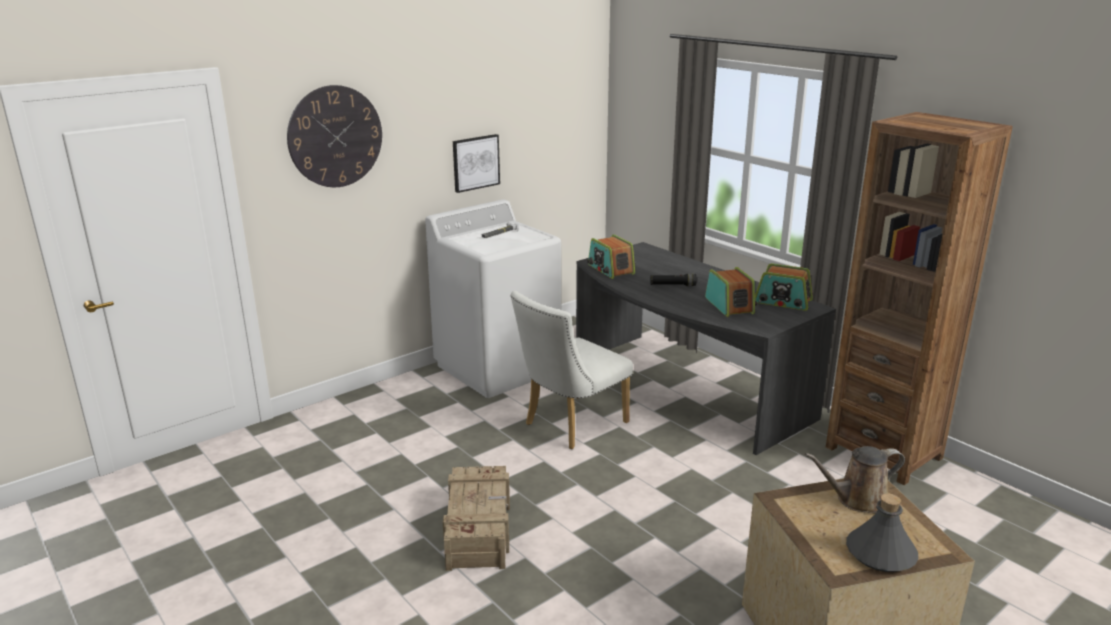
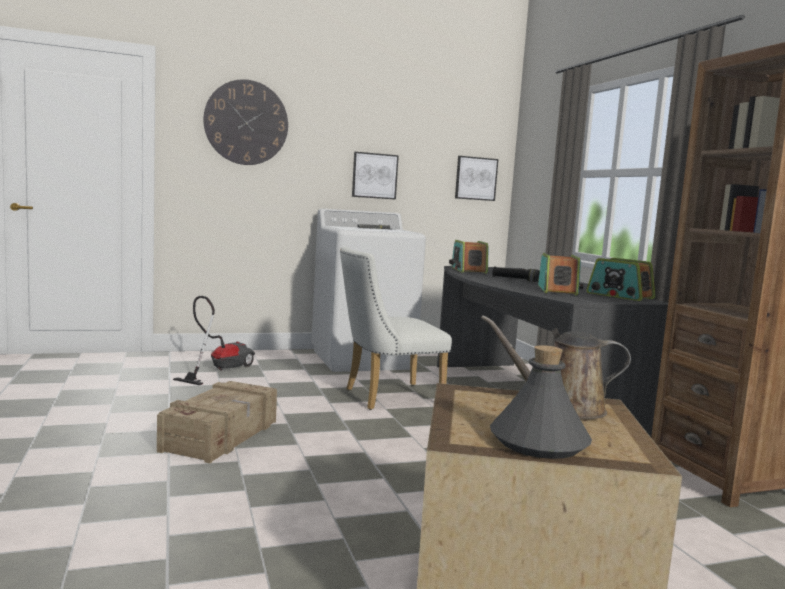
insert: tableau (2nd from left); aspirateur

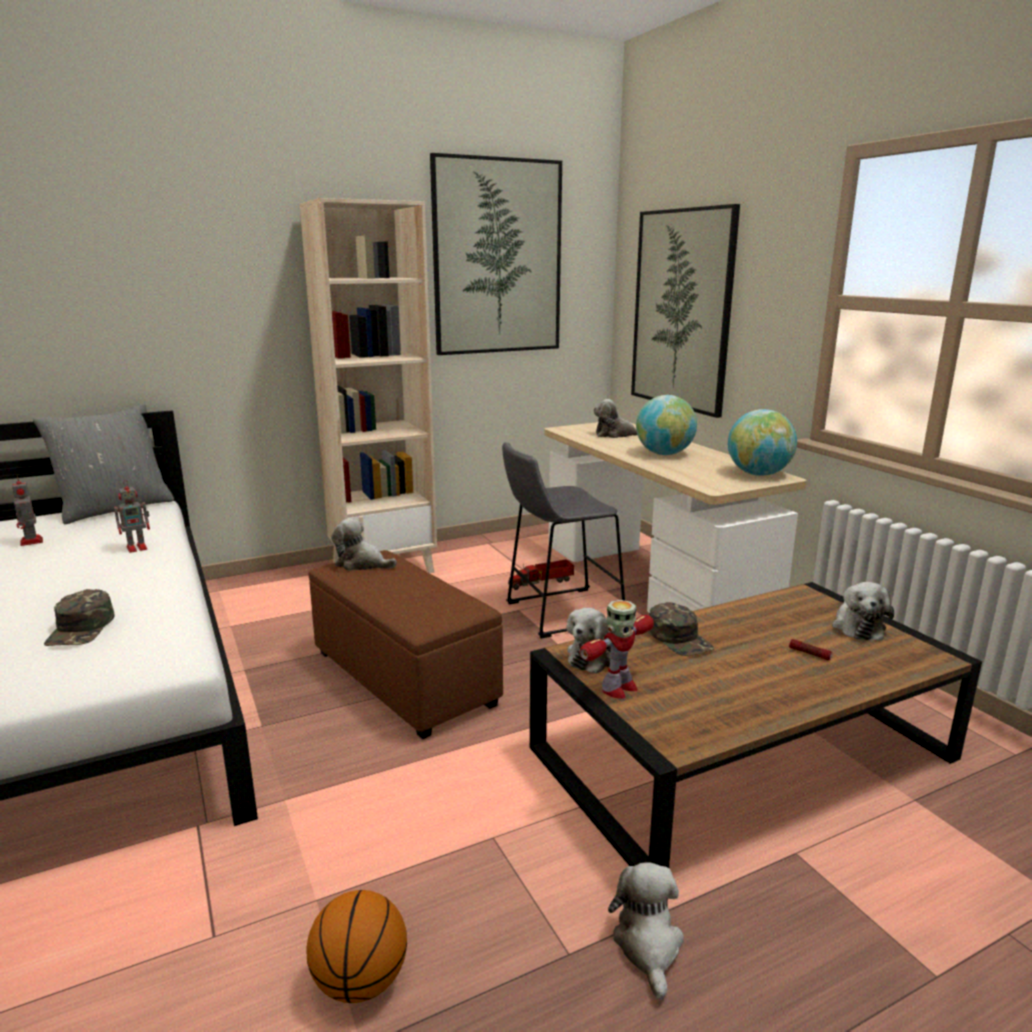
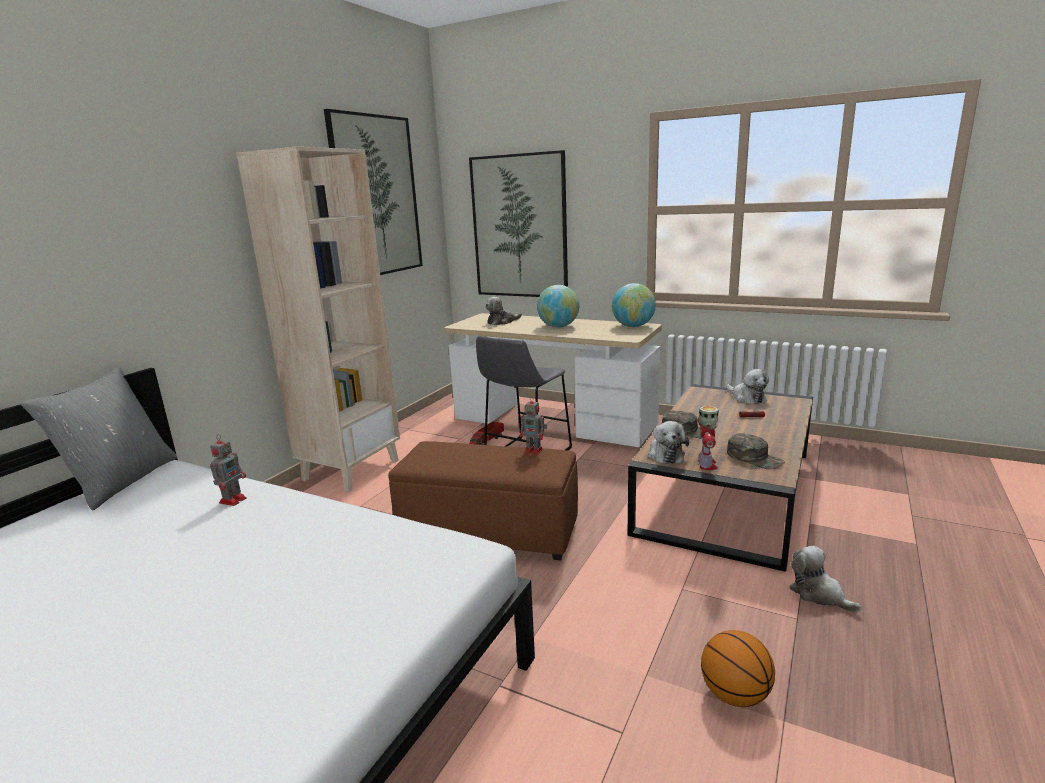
delete: peluche (1st from left)
move: robot jouet (1st from left in the first image) to robot jouet (2nd from left); casquette/vert (1st from left in the first image) to casquette/vert (2nd from left)

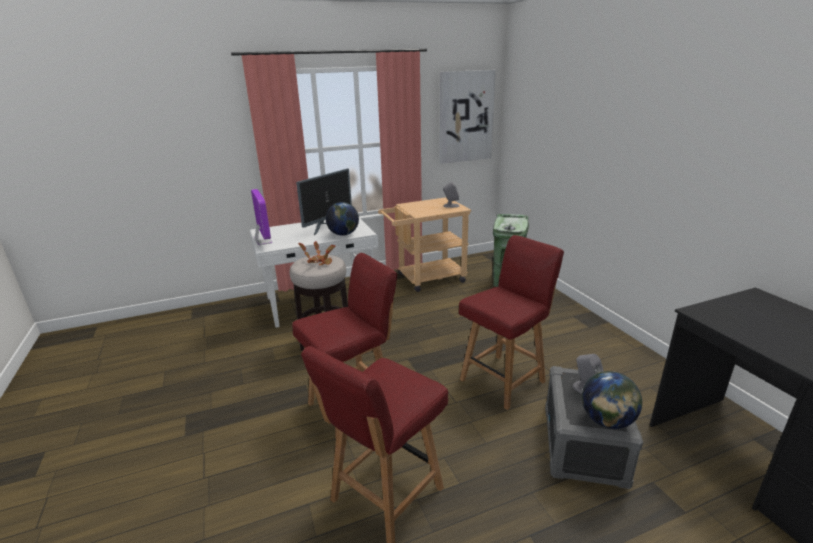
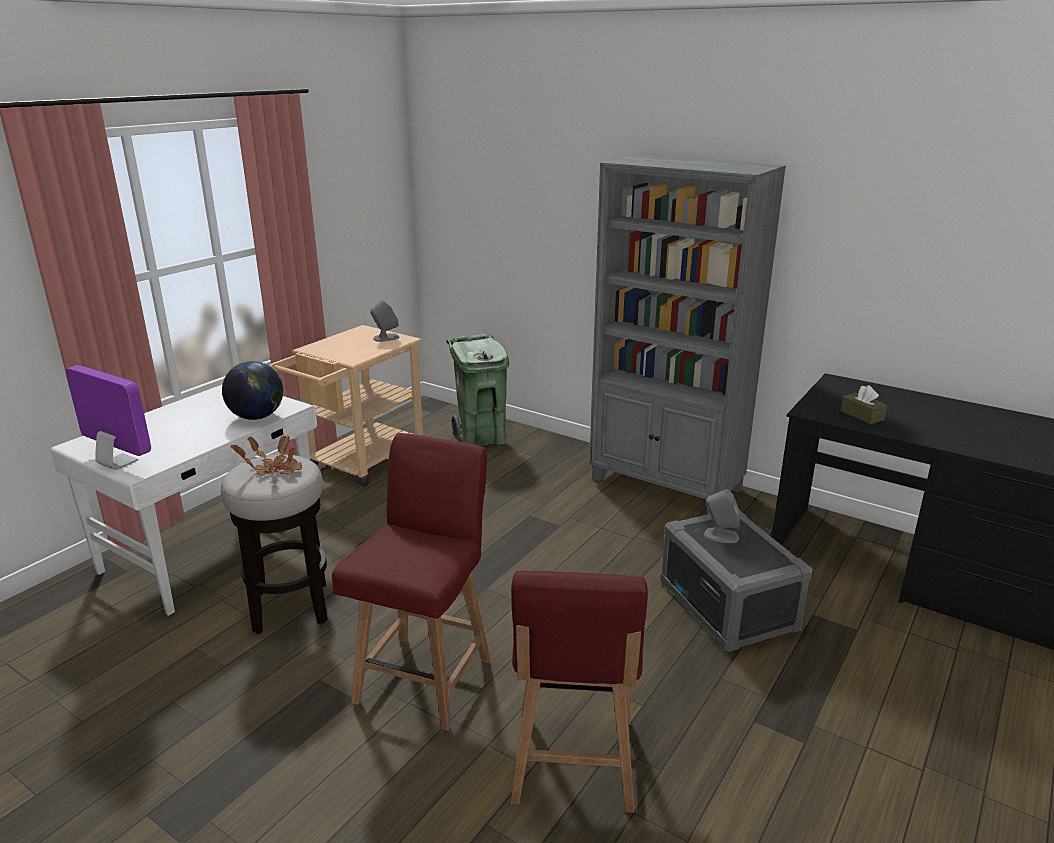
delete: tableau; écran d'ordinateur (2nd from left); chaise/rouge (3rd from left); globe (2nd from left)
insert: bibliothèque/gris; boîte à mouchoirs/marron

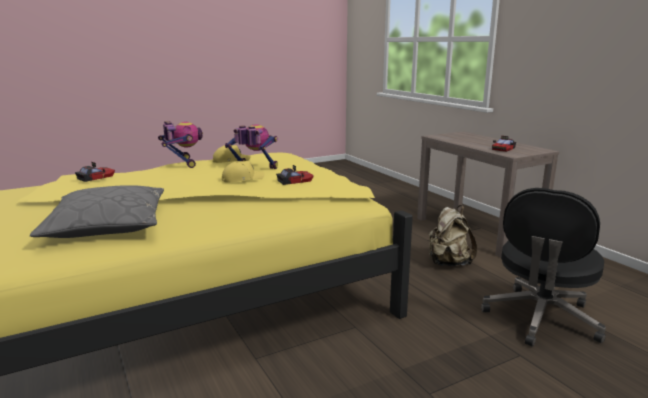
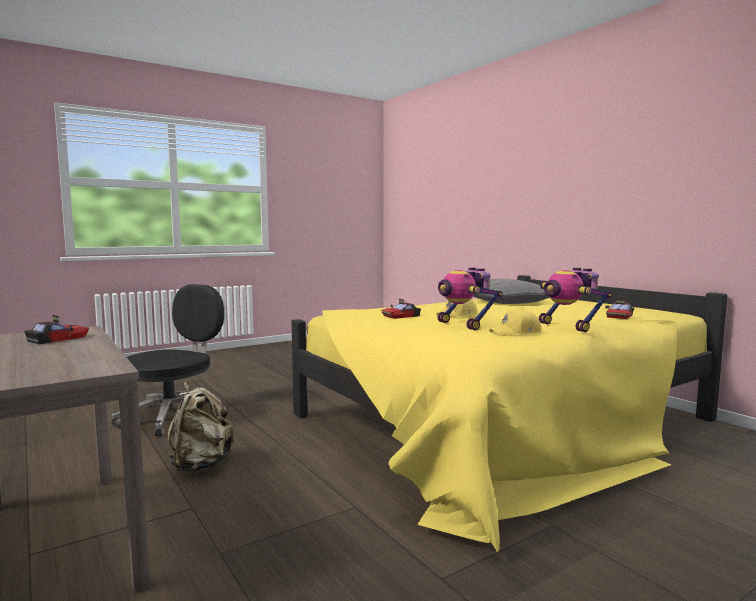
rotate: robot jouet (2nd from left in the first image) 45 degrees clockwise

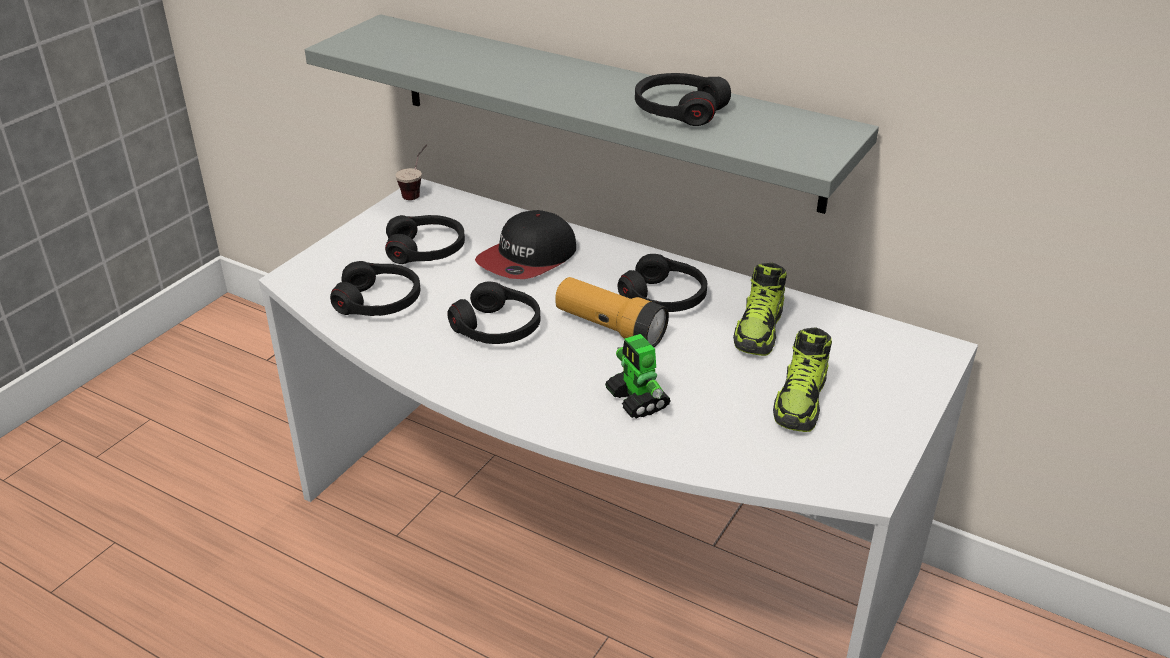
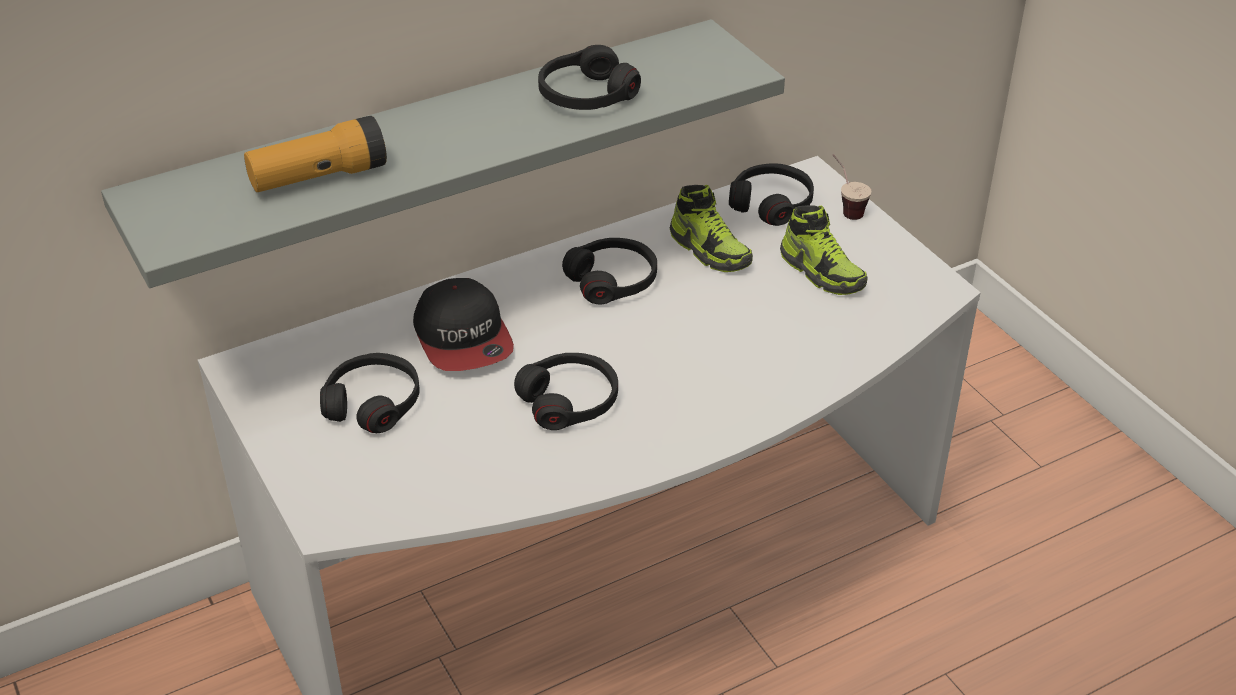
delete: robot jouet
move: tasse; casque audio/noir (1st from left in the first image) to casque audio/noir (5th from left); lampe de poche

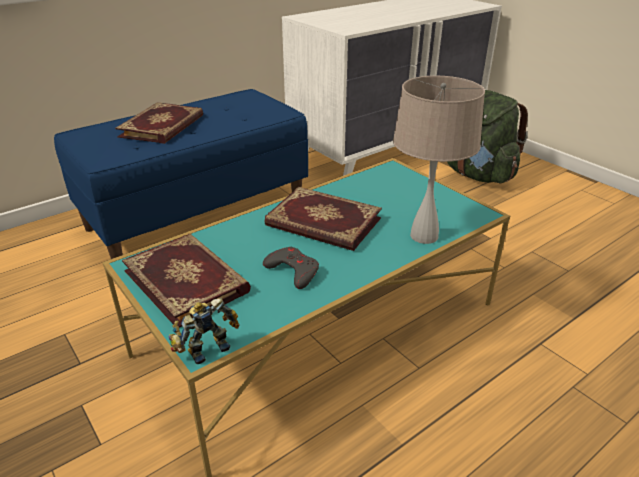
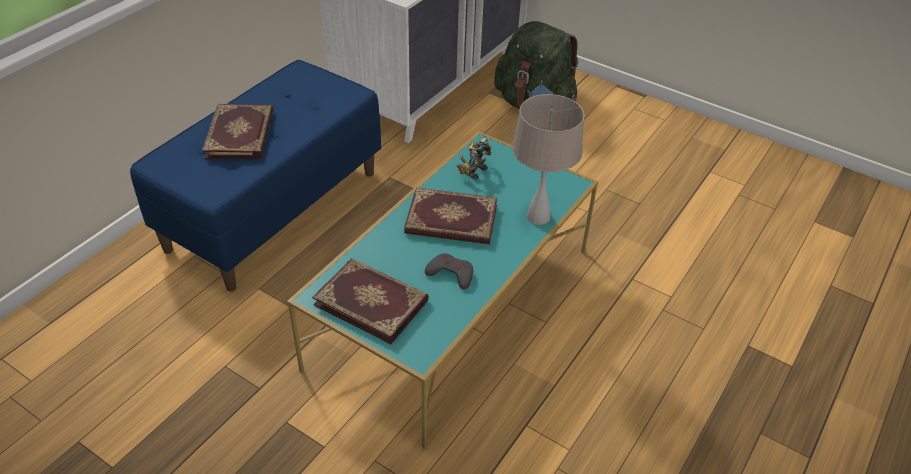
move: robot jouet

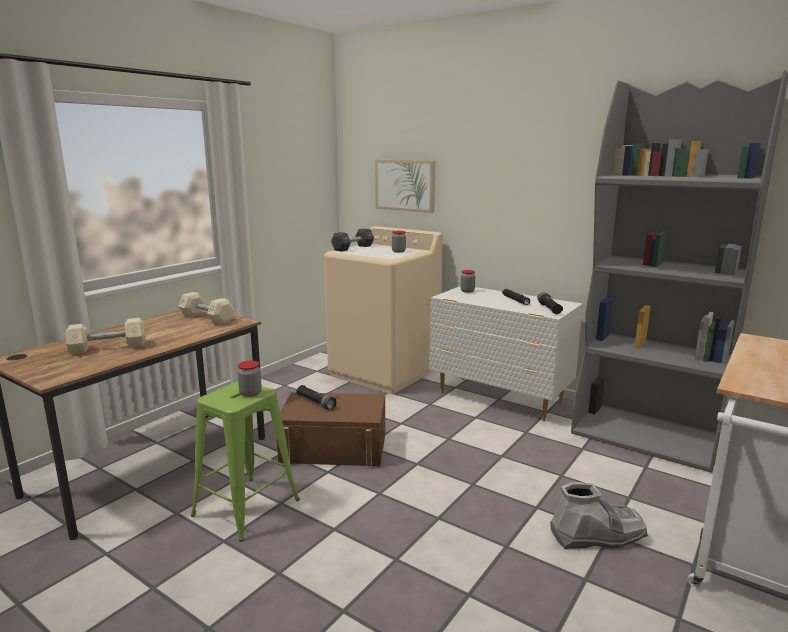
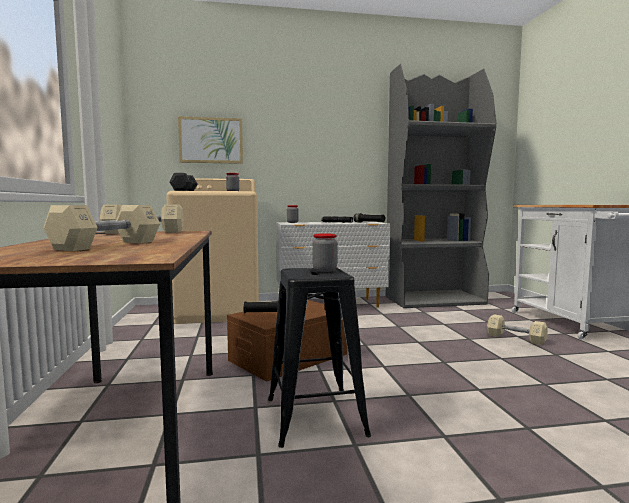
replace: botte/gris to haltère/beige (3rd from left)
recolor: tabouret/vert to tabouret/noir

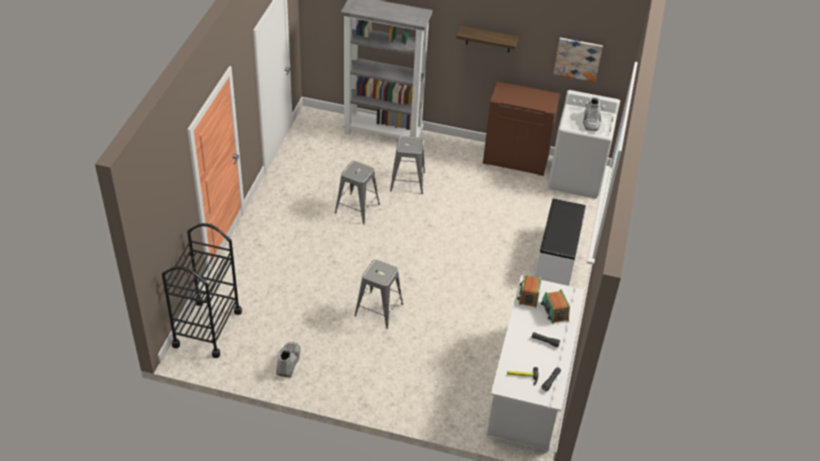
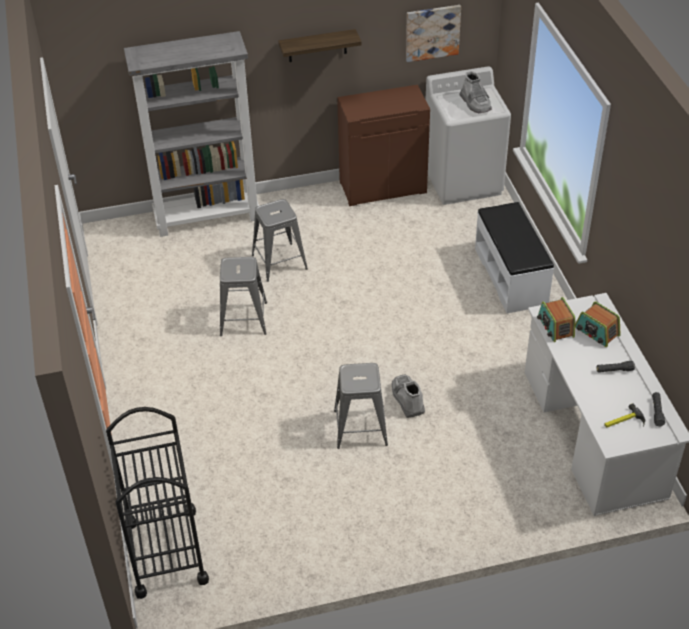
move: botte/gris (1st from left)

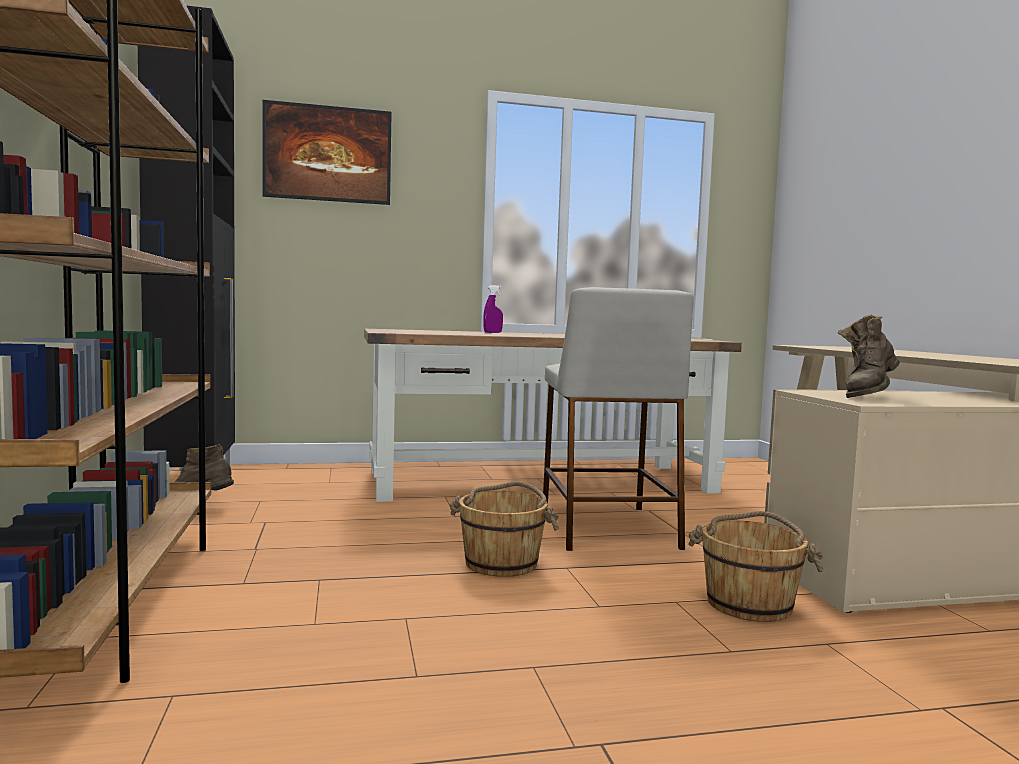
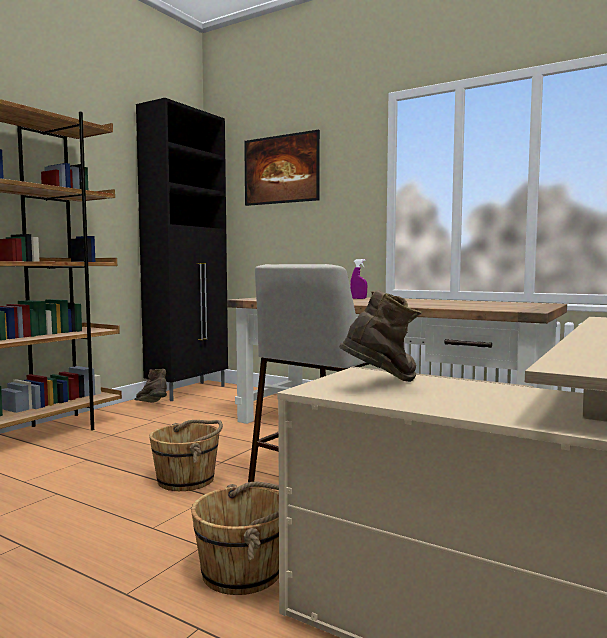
rotate: botte/marron (2nd from left) 135 degrees clockwise

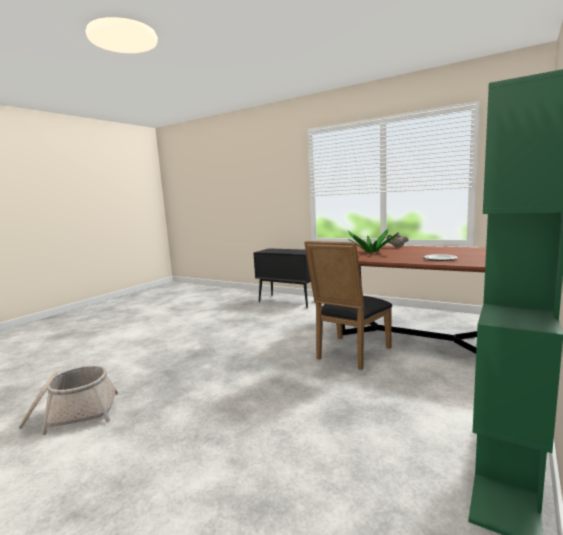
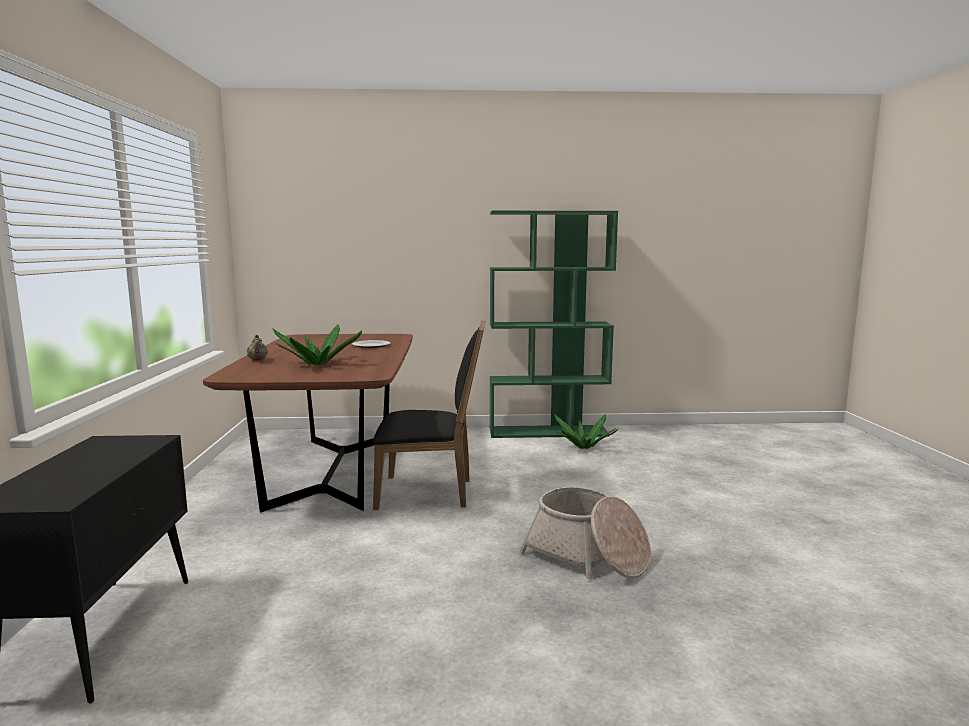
insert: plante en pot (2nd from left)
move: panier

